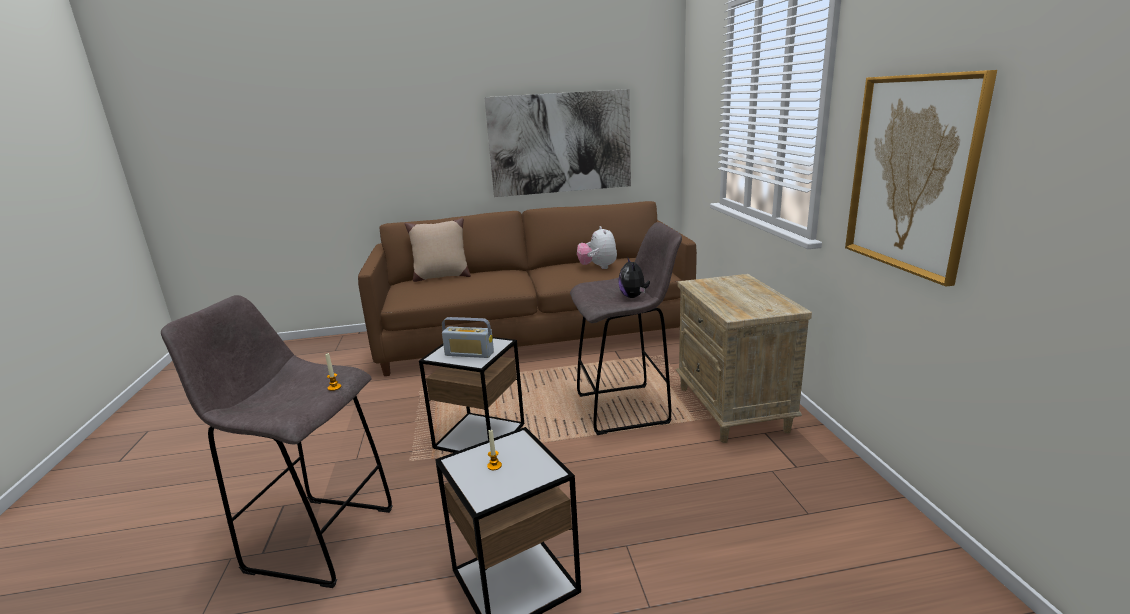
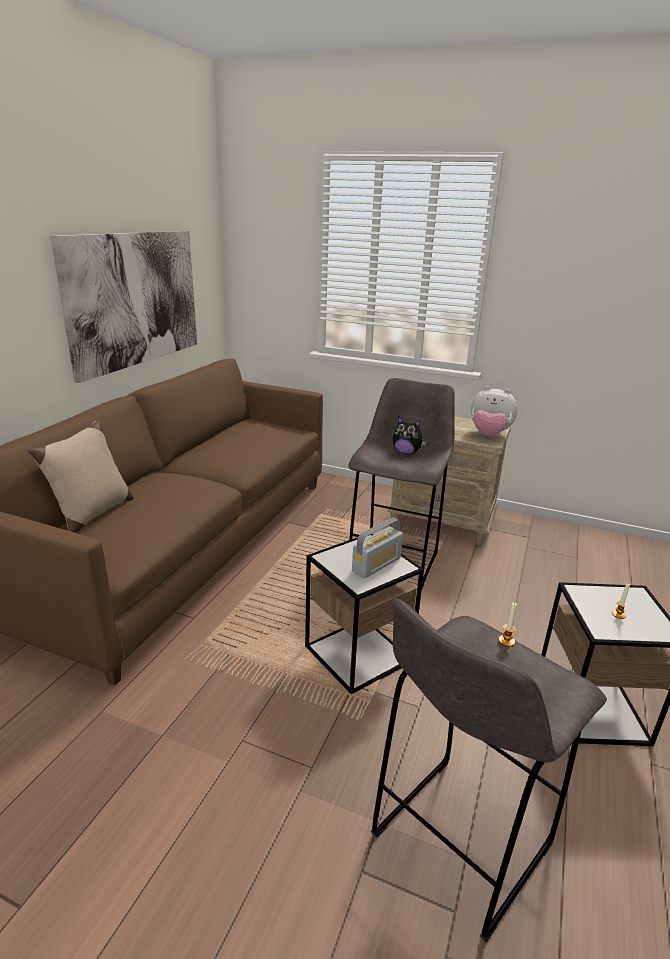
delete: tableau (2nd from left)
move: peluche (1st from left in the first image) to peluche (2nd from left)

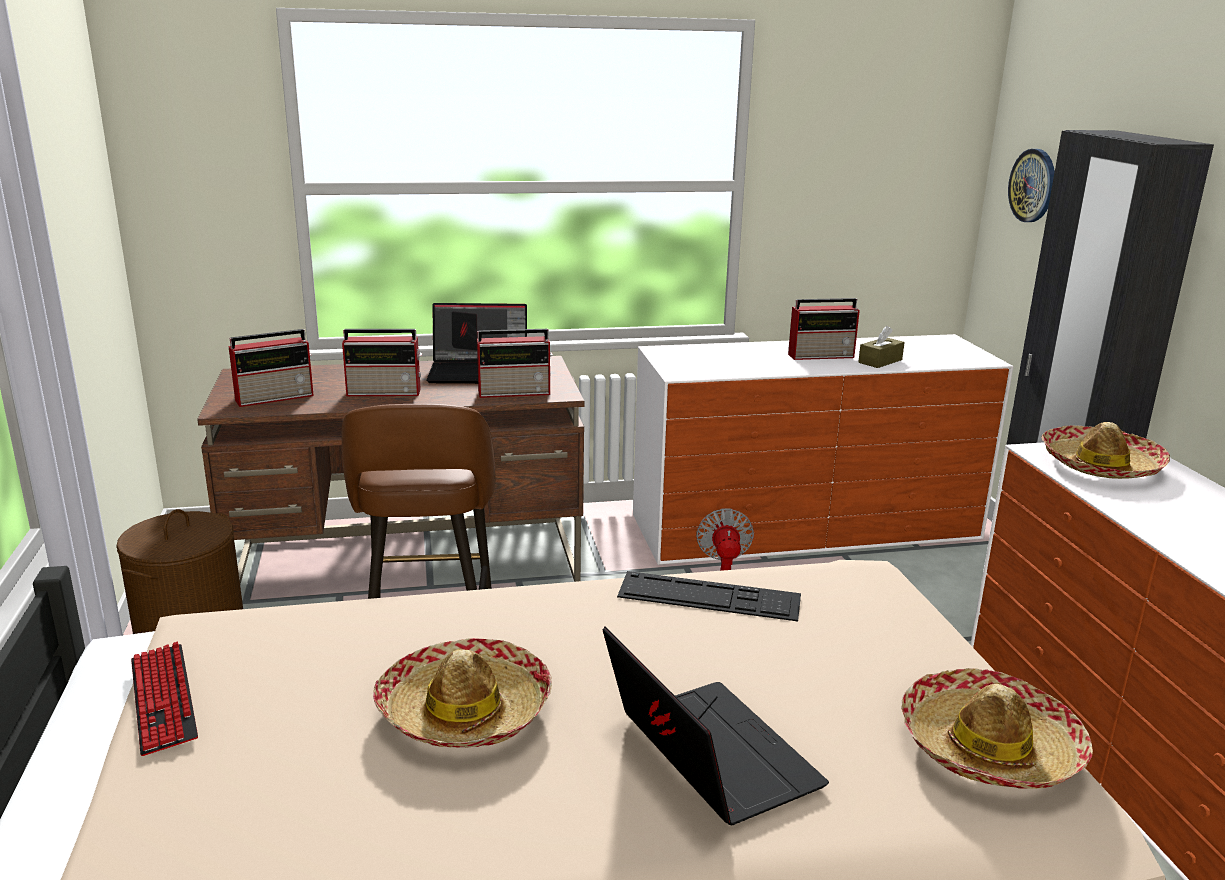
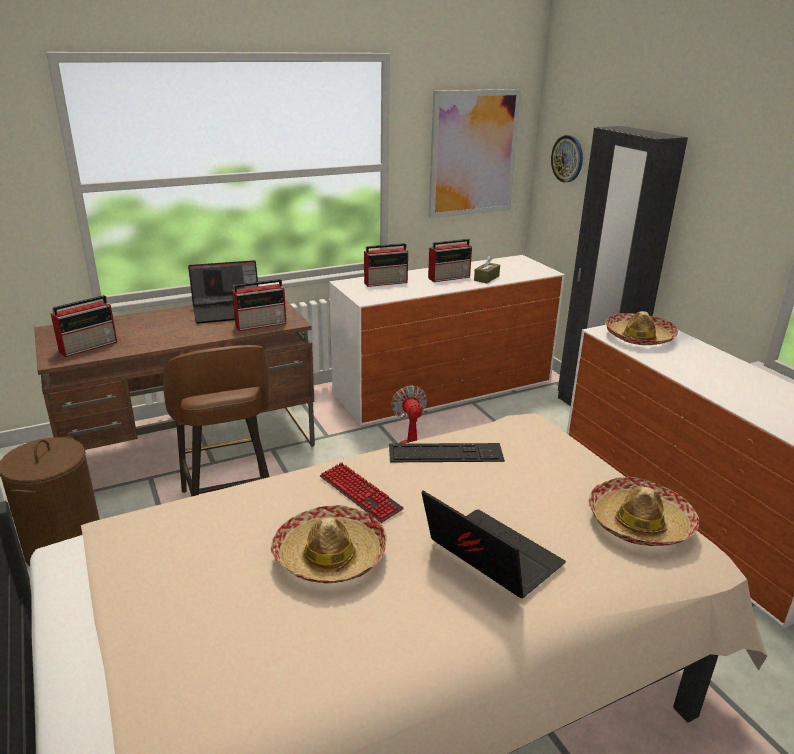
insert: tableau
move: radio (2nd from left in the first image) to radio (3rd from left); clavier (1st from left)

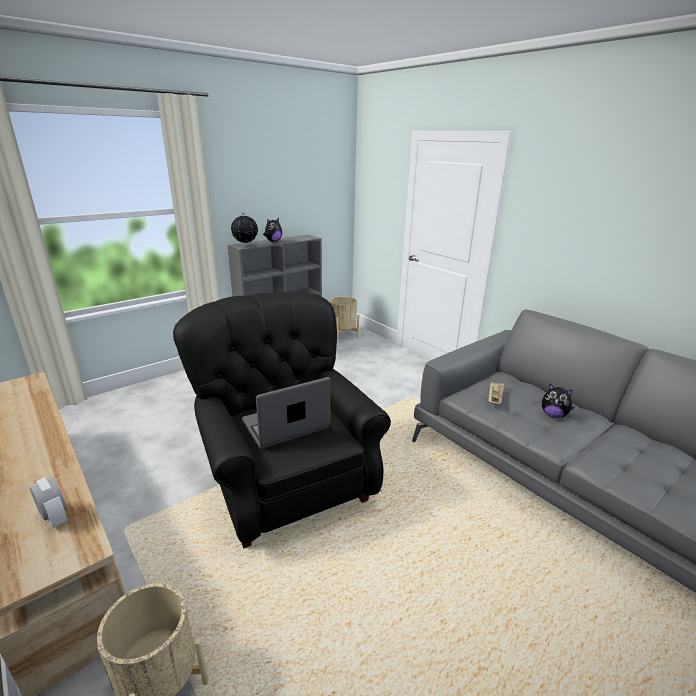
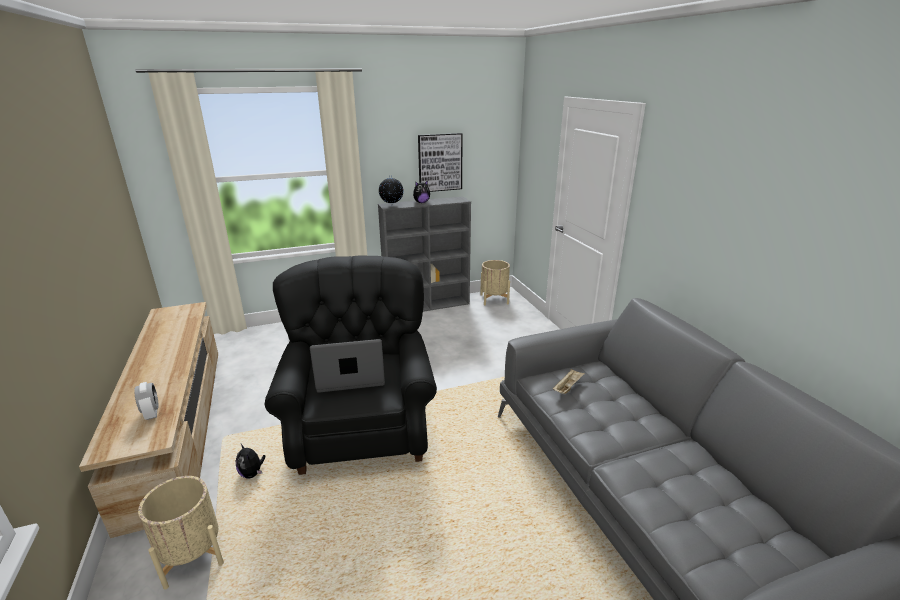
insert: tableau
move: peluche (2nd from left in the first image) to peluche (1st from left)

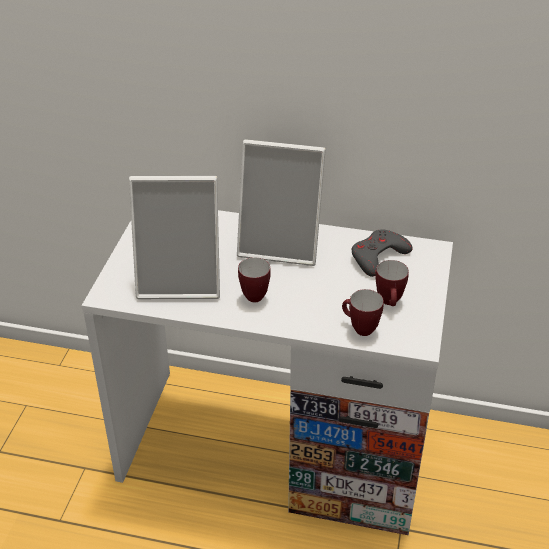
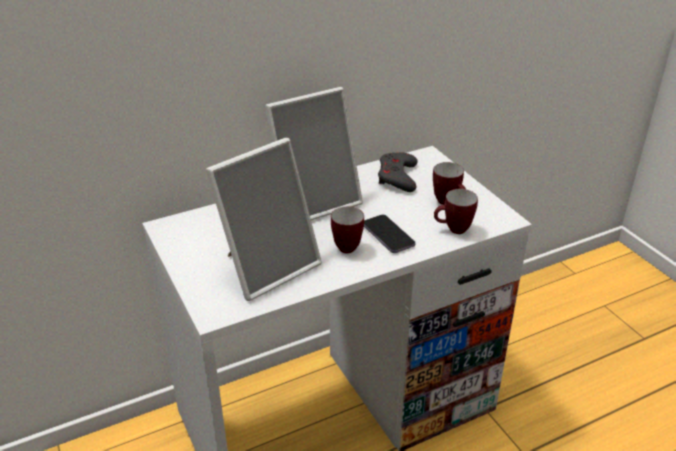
insert: téléphone

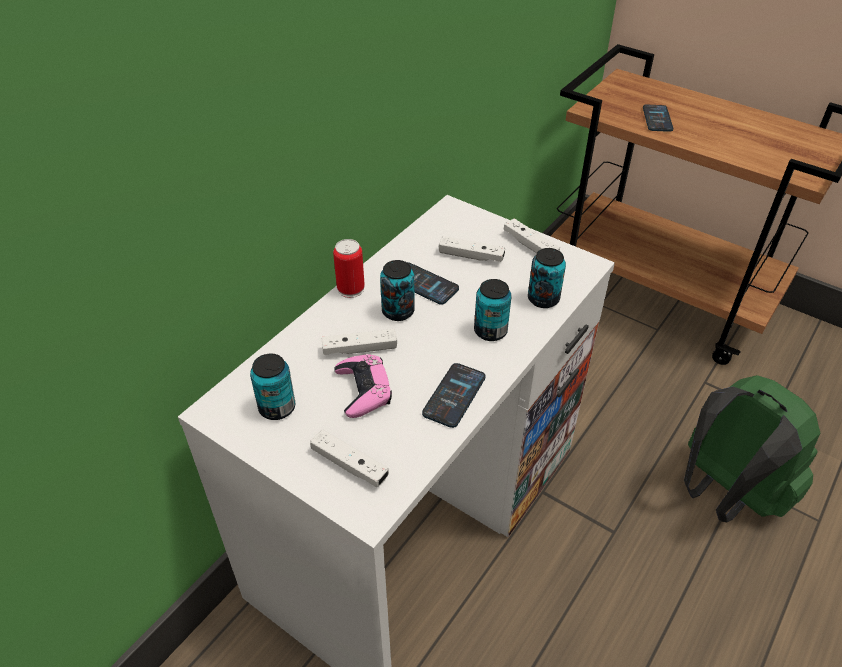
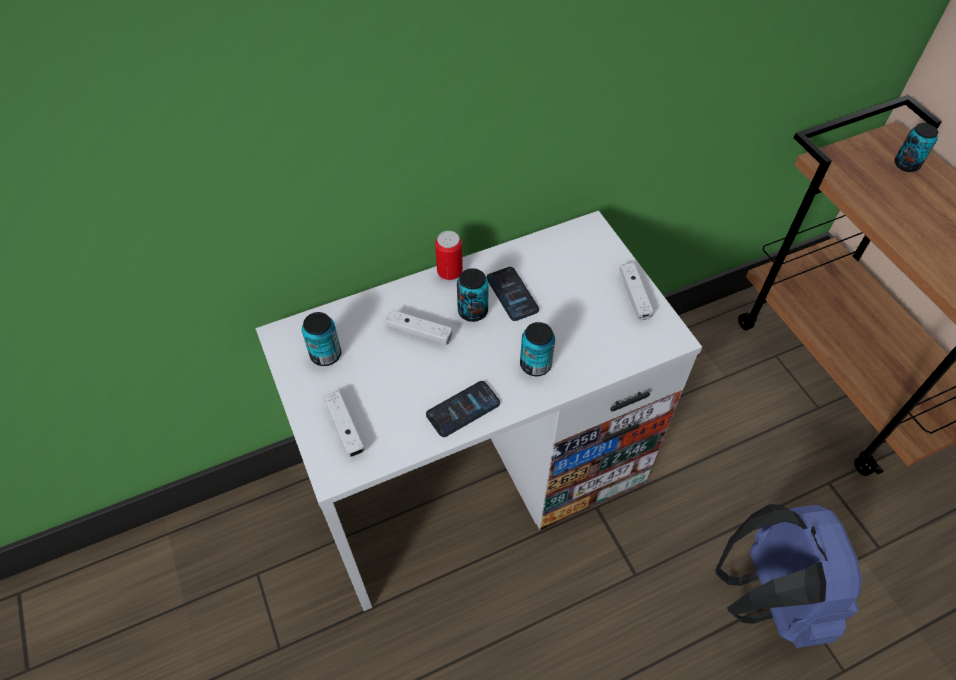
delete: téléphone (3rd from left); manette/blanc (3rd from left); manette/rose
move: boîte métallique (5th from left)
recolor: sac à dos/vert to sac à dos/bleu

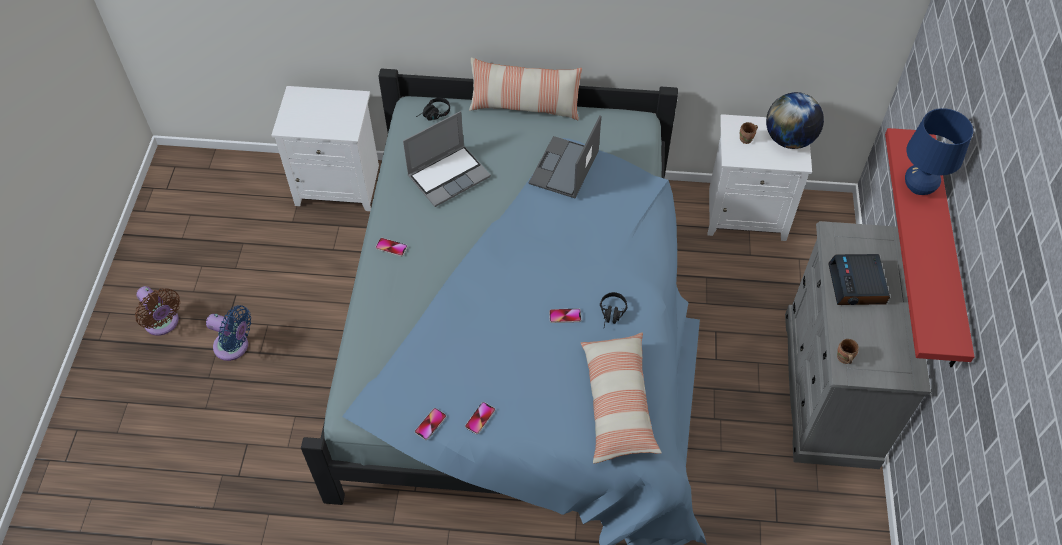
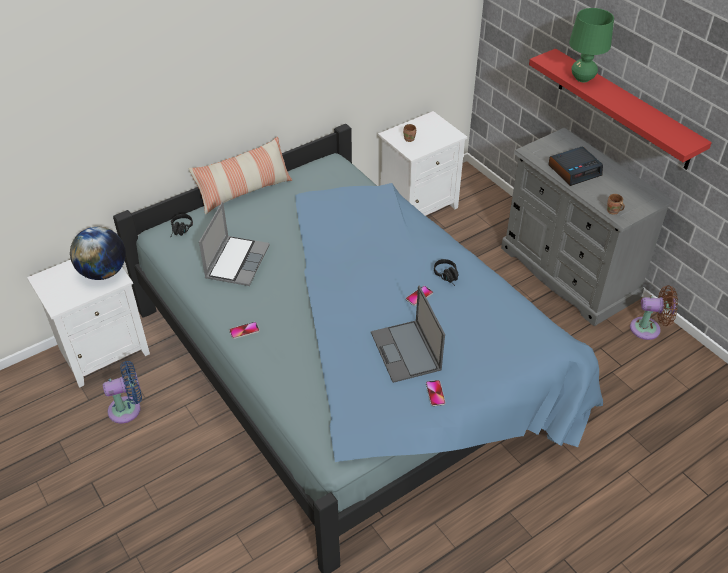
delete: coussin (2nd from left); téléphone (2nd from left)
move: globe; ordinateur portable (2nd from left); ventilateur/marron; ventilateur/bleu
recolor: lampe de table/bleu to lampe de table/vert
rotate: réveil 75 degrees counterclockwise

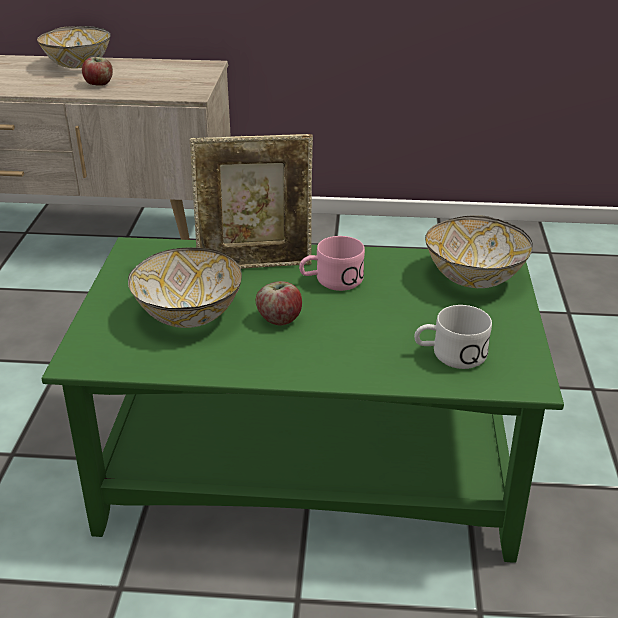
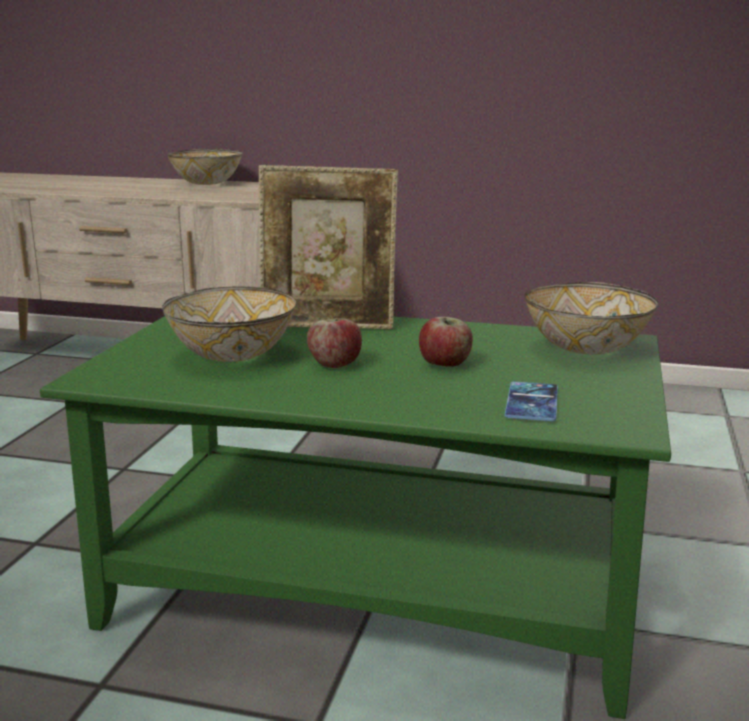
delete: mug/rose
move: pomme (1st from left in the first image) to pomme (2nd from left)
replace: mug/blanc to téléphone

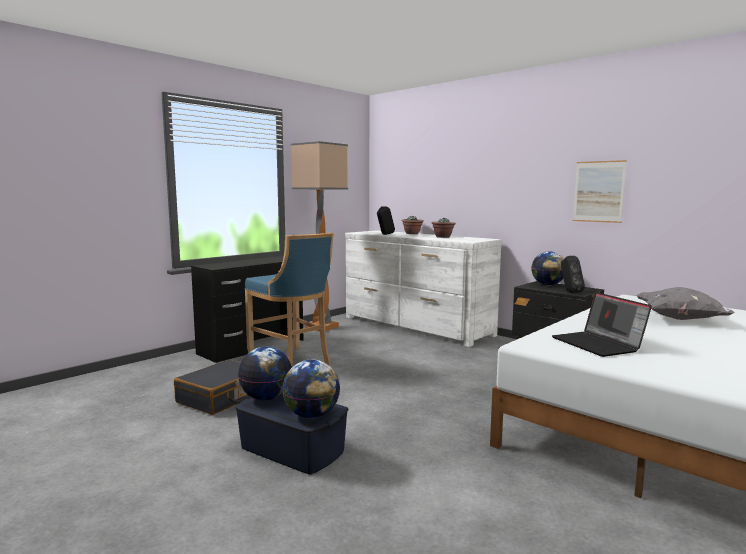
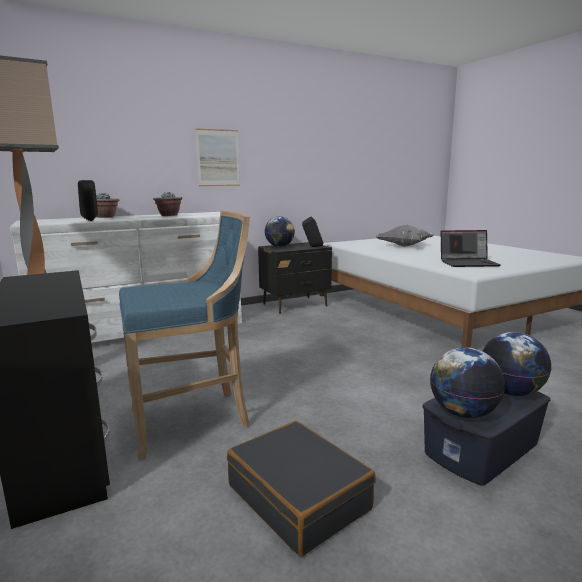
move: tableau

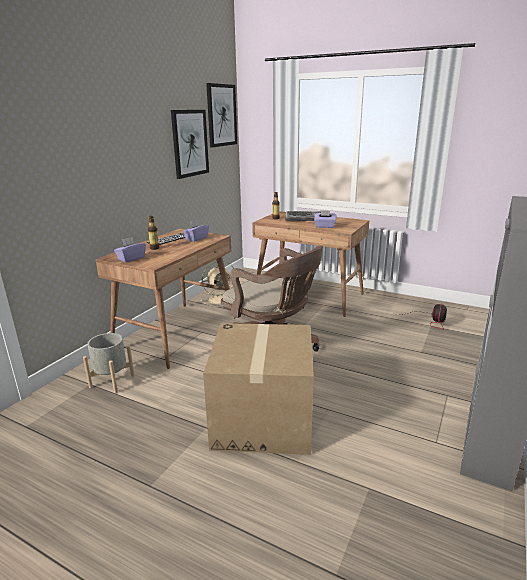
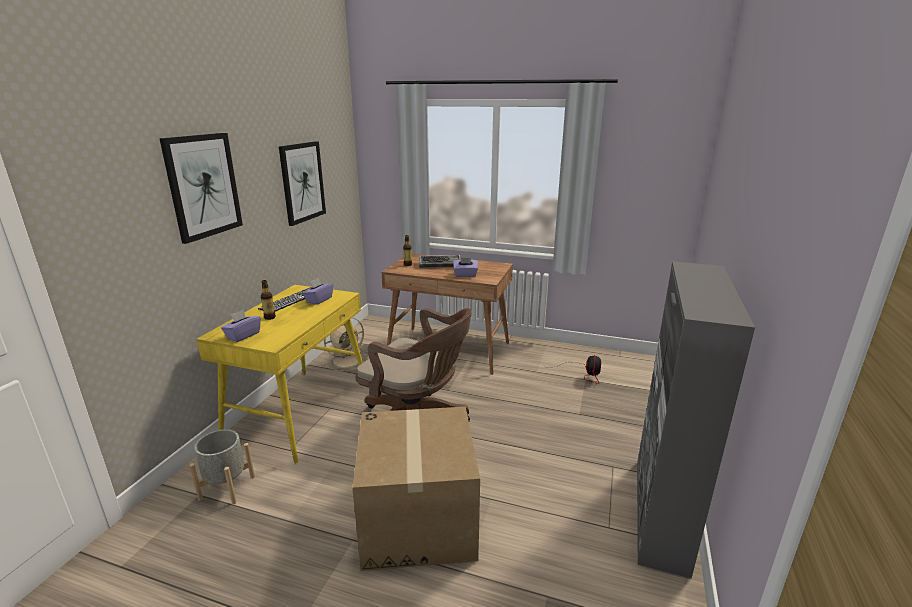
move: tableau (2nd from left in the first image) to tableau (1st from left)
recolor: bureau/marron (1st from left) to bureau/jaune

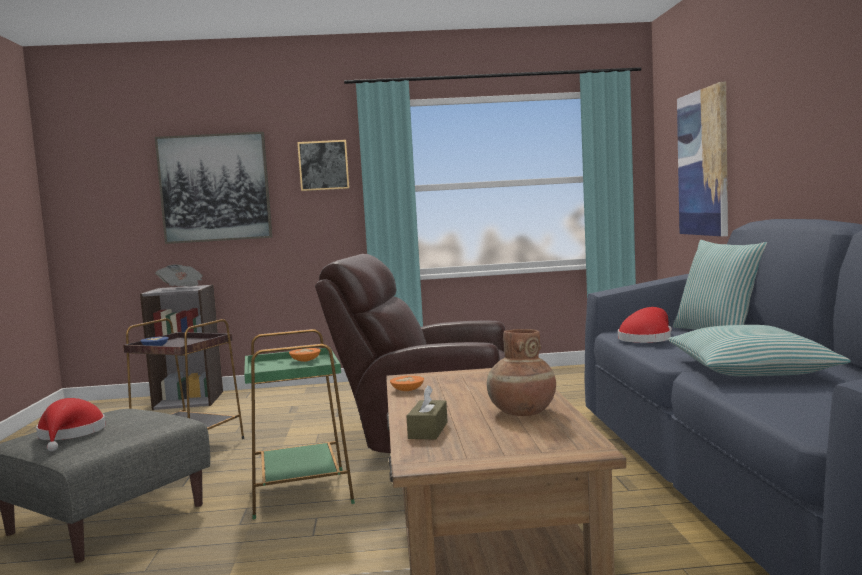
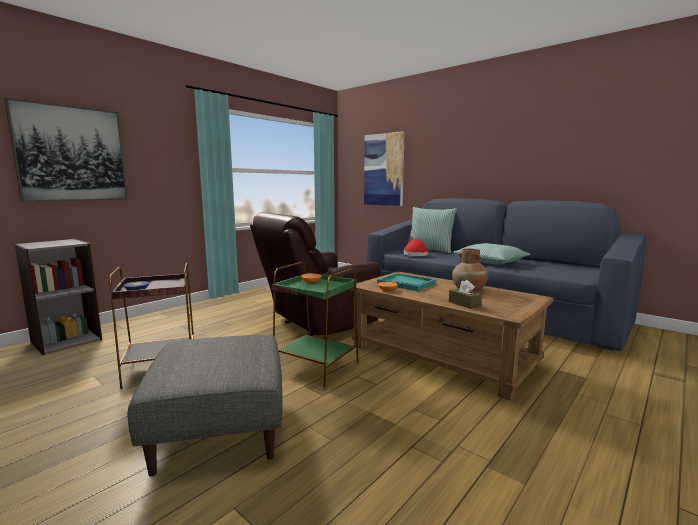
delete: tableau (2nd from left); journal; chapeau/rouge (1st from left)
insert: plateau/turquoise

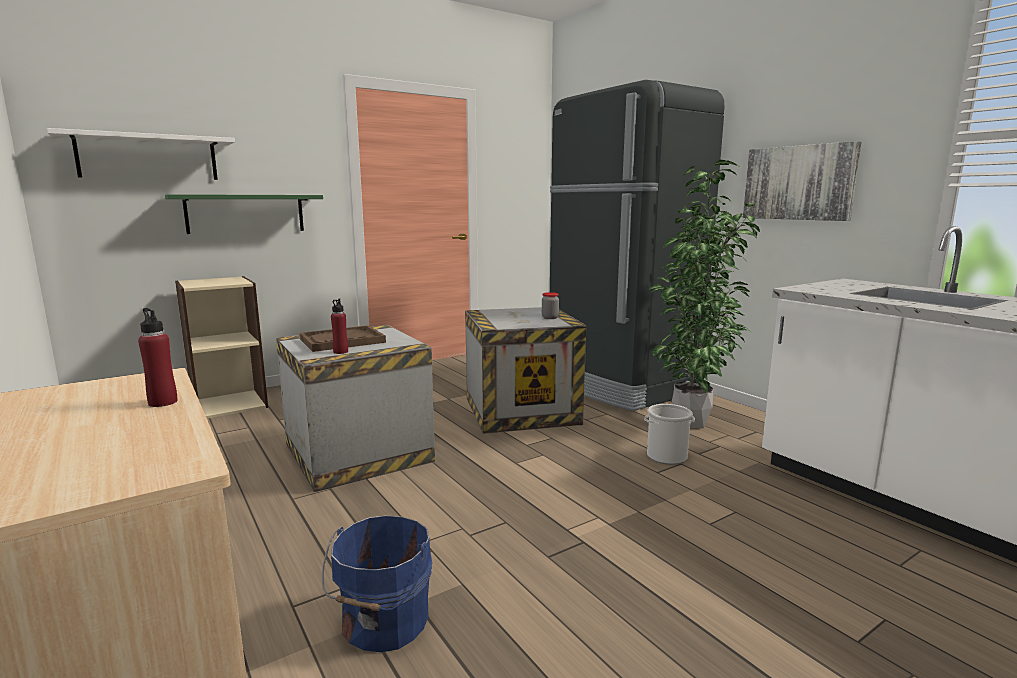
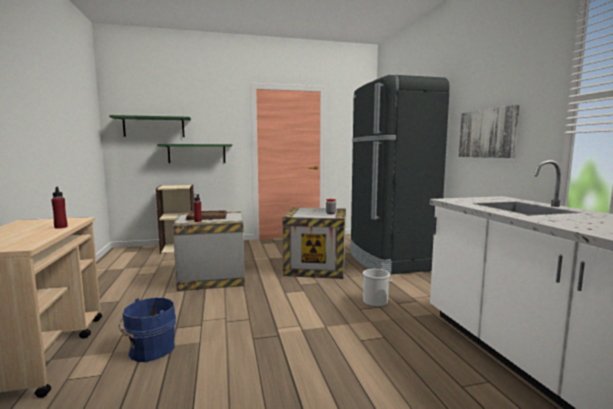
delete: plante en pot
recolor: étagère/blanc to étagère/vert (1st from left)

